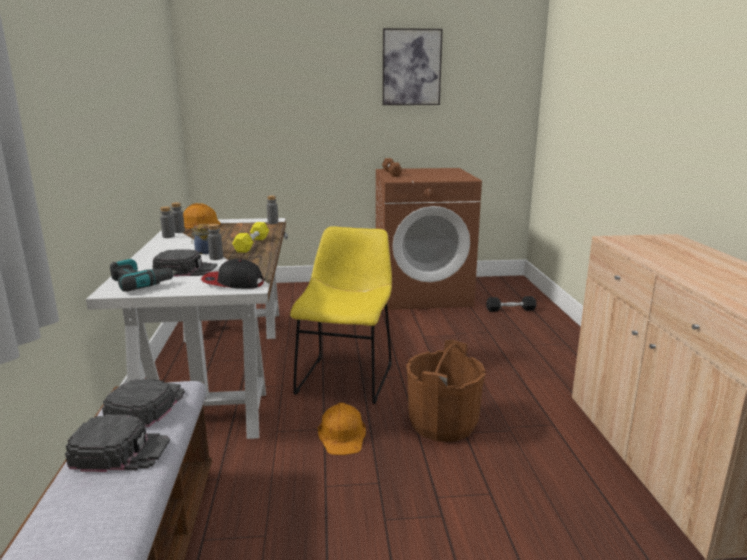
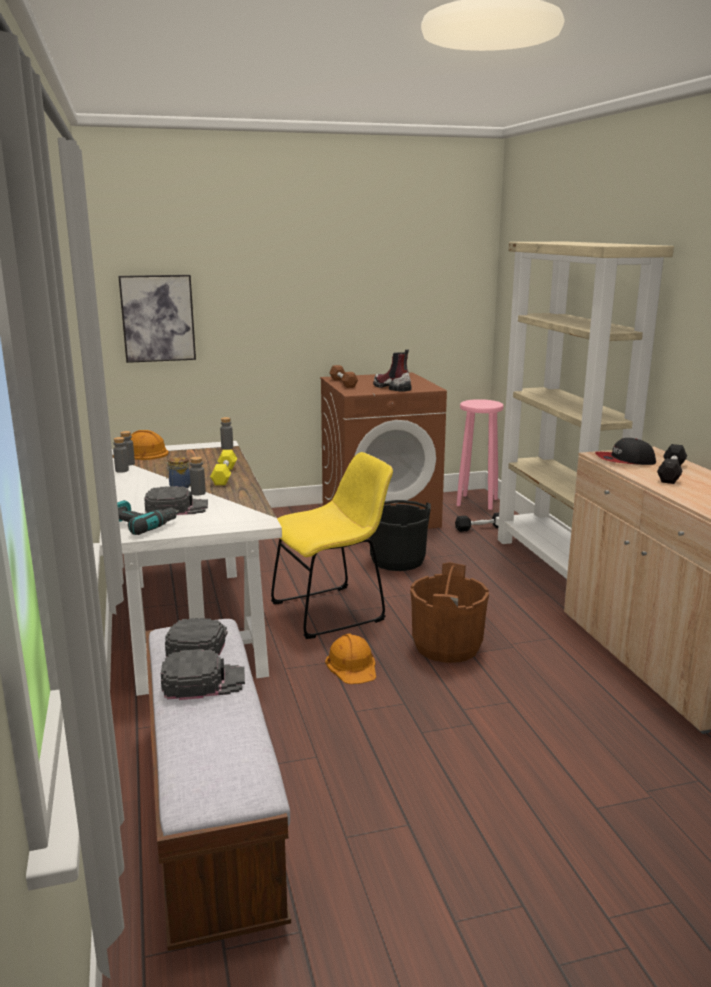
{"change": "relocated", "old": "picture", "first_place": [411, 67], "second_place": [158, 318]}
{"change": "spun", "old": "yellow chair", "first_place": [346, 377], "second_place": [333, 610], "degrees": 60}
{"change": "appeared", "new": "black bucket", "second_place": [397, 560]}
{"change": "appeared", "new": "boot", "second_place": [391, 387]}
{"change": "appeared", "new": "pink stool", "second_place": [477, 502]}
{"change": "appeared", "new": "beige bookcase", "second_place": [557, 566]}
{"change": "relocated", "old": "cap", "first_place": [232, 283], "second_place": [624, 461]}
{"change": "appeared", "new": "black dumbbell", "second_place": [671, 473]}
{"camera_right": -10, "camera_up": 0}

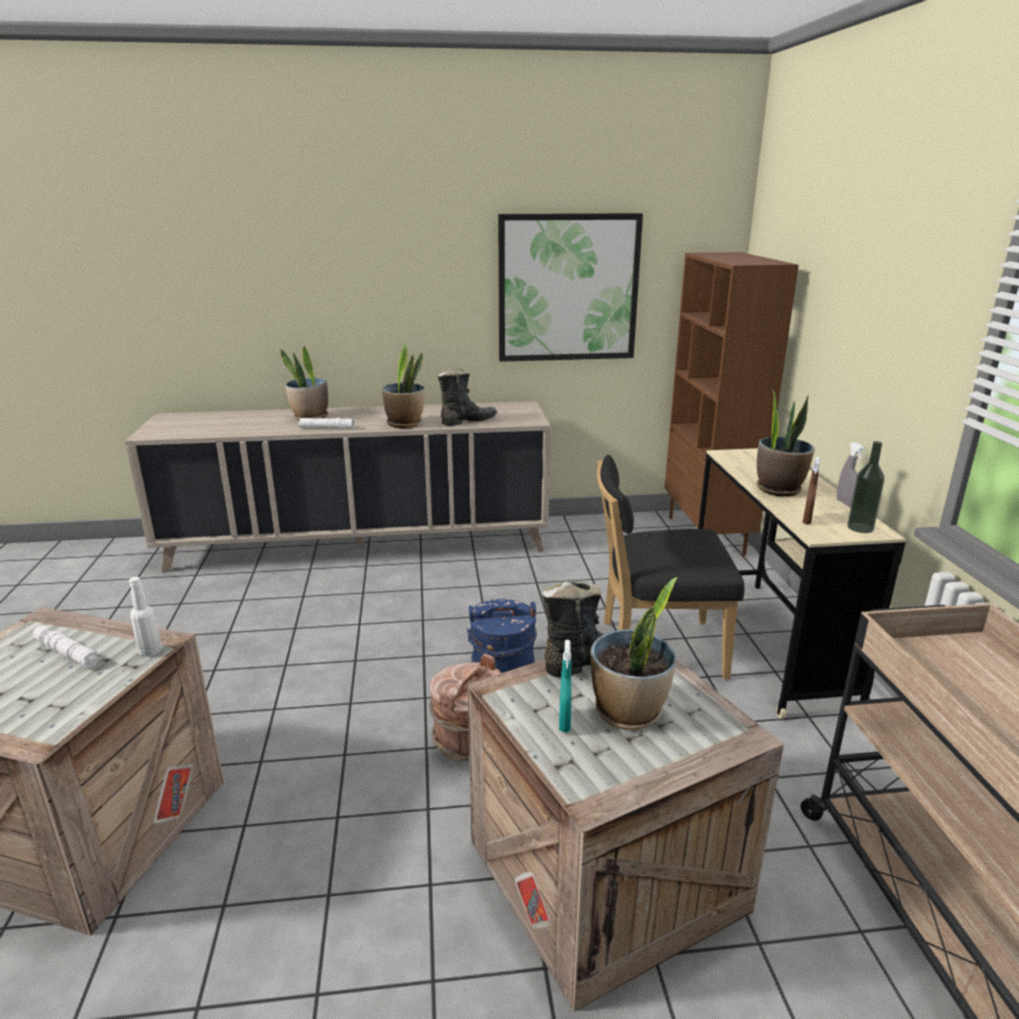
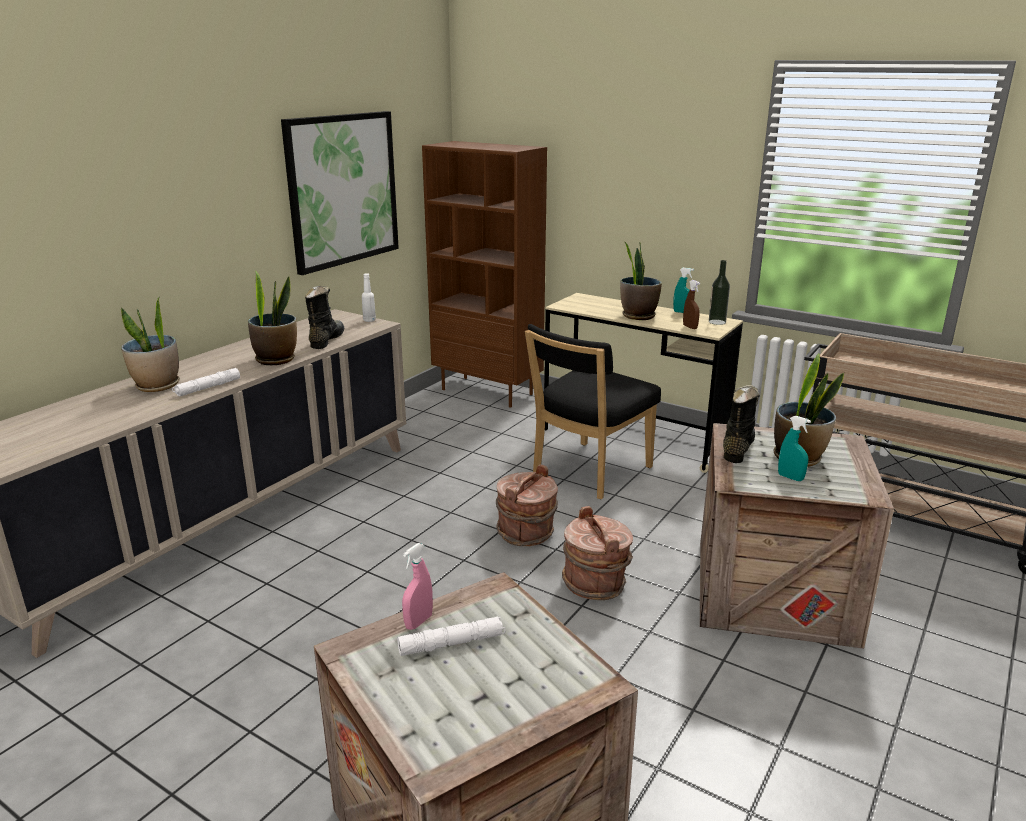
{"change": "relocated", "old": "white bottle", "first_place": [150, 651], "second_place": [369, 320]}
{"change": "appeared", "new": "pink spray bottle", "second_place": [418, 622]}
{"change": "colour", "old": "blue bucket", "new": "brown bucket", "first_place": [502, 665], "second_place": [526, 533]}
{"change": "colour", "old": "grey spray bottle", "new": "turquoise spray bottle", "first_place": [845, 503], "second_place": [682, 312]}
{"camera_right": -50, "camera_up": 0}

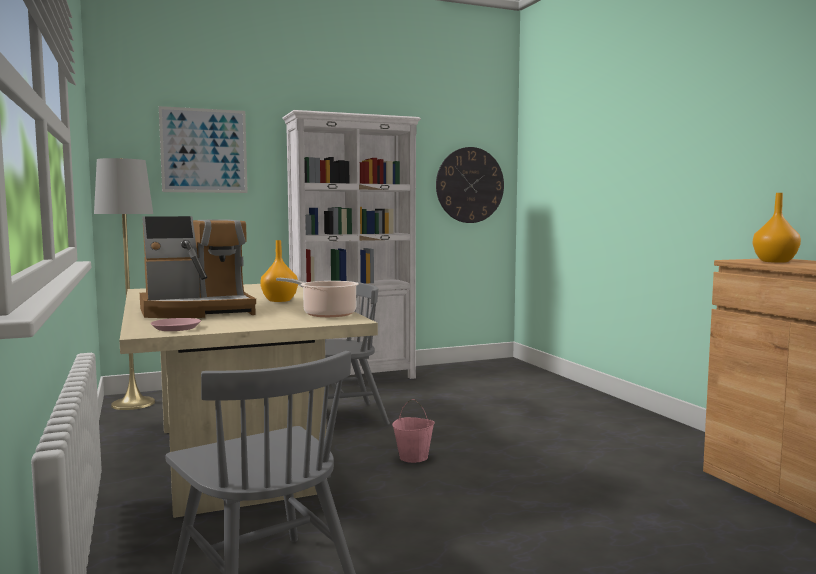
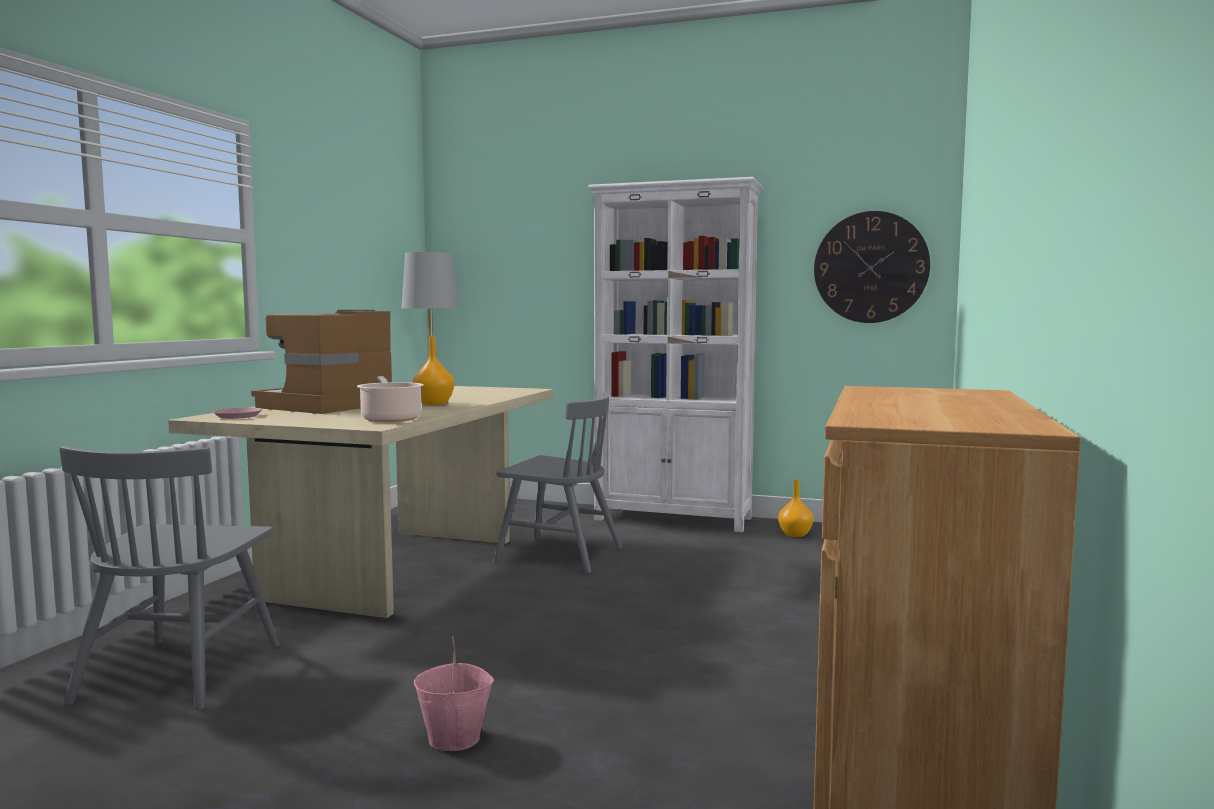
{"change": "spun", "old": "coffee machine", "first_place": [198, 311], "second_place": [327, 406], "degrees": 105}
{"change": "relocated", "old": "pink bucket", "first_place": [414, 457], "second_place": [455, 739]}
{"change": "relocated", "old": "orange vase", "first_place": [774, 261], "second_place": [795, 534]}
{"change": "missing", "old": "picture", "first_place": [204, 150]}
{"camera_right": 40, "camera_up": 0}

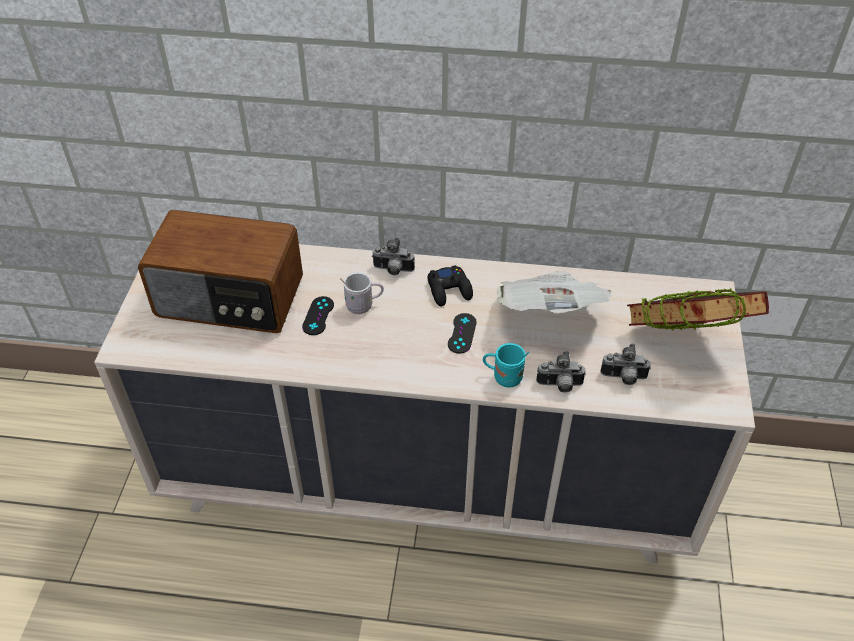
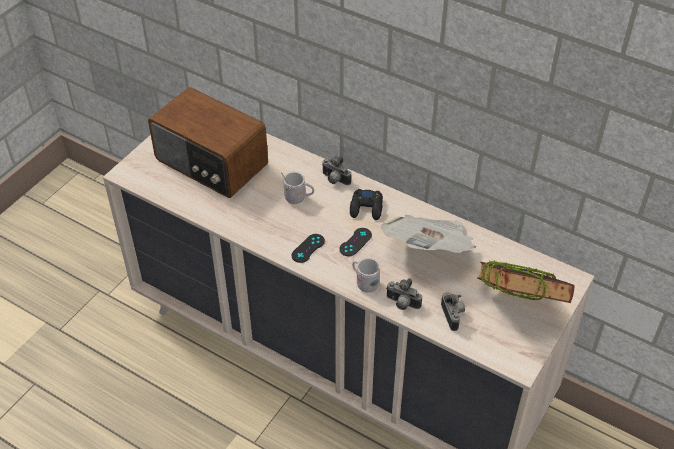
{"change": "relocated", "old": "black game controller", "first_place": [318, 316], "second_place": [308, 248]}
{"change": "colour", "old": "turquoise mug", "new": "white mug", "first_place": [503, 377], "second_place": [365, 283]}
{"change": "spun", "old": "photo camera", "first_place": [623, 378], "second_place": [453, 316], "degrees": -135}
{"camera_right": 25, "camera_up": 0}

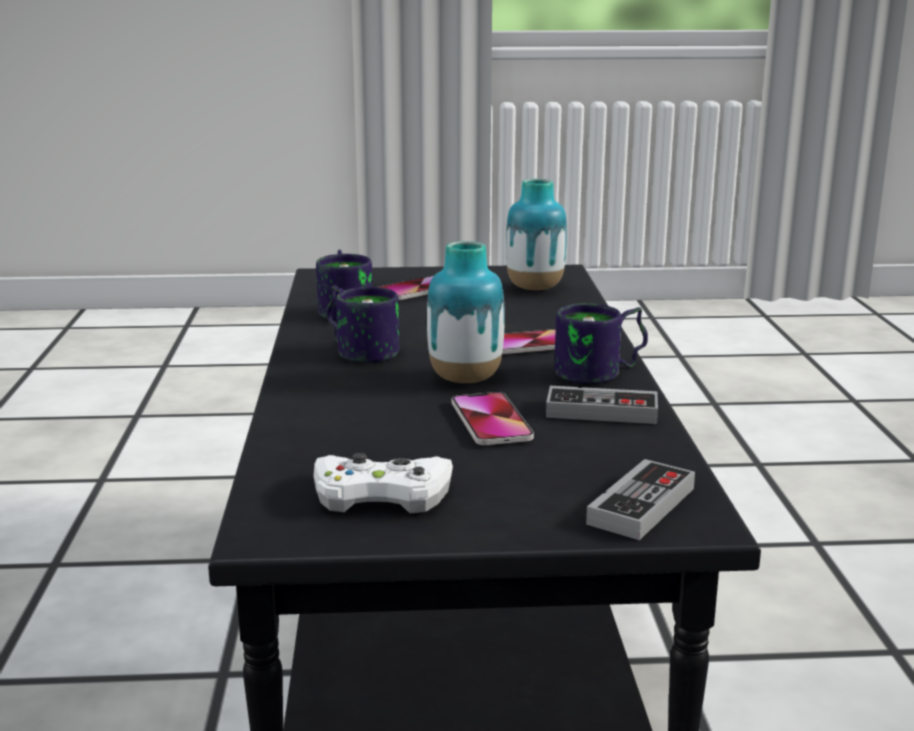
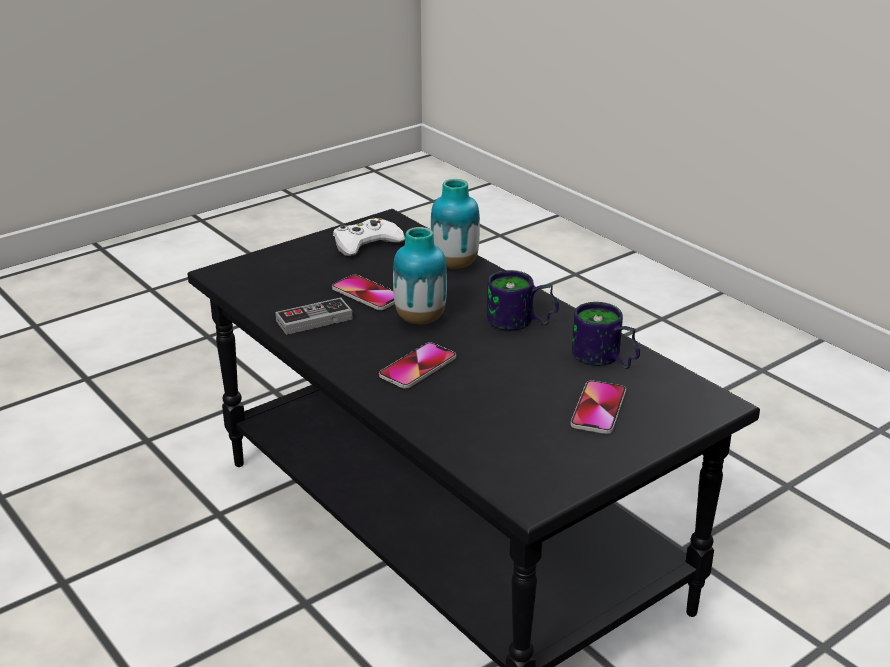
{"change": "relocated", "old": "vase", "first_place": [535, 288], "second_place": [454, 265]}
{"change": "missing", "old": "mug", "first_place": [603, 373]}
{"change": "missing", "old": "game controller", "first_place": [641, 506]}
{"camera_right": 145, "camera_up": 10}

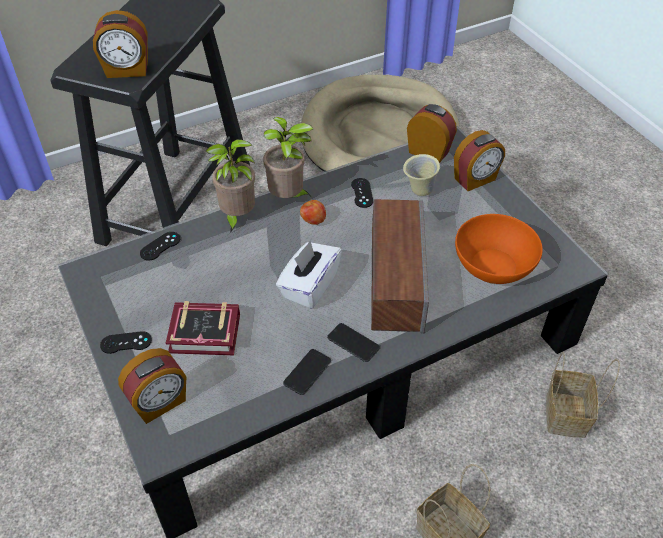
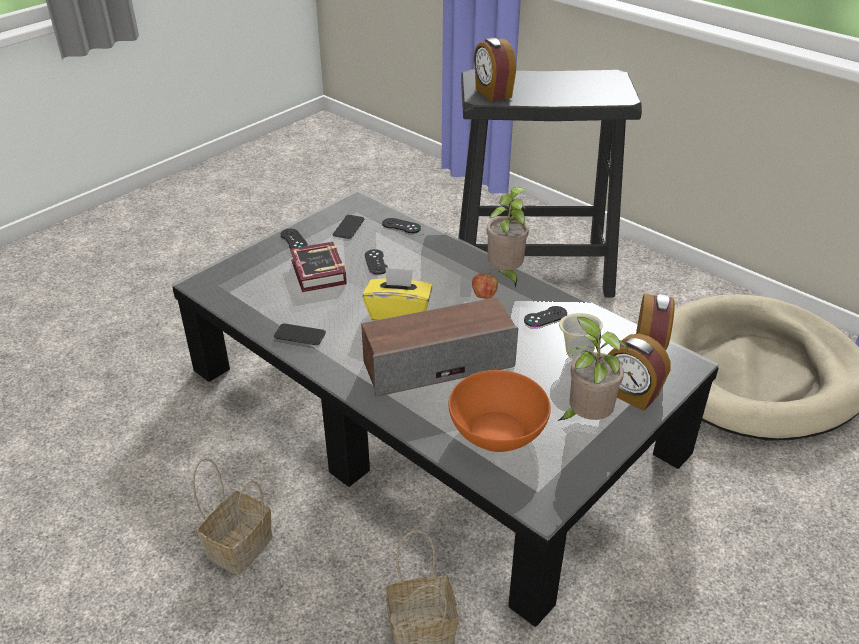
{"change": "relocated", "old": "phone", "first_place": [353, 343], "second_place": [348, 227]}
{"change": "colour", "old": "white tissue box", "new": "yellow tissue box", "first_place": [309, 286], "second_place": [399, 313]}
{"change": "appeared", "new": "black game controller", "second_place": [376, 262]}
{"change": "relocated", "old": "potted plant", "first_place": [237, 217], "second_place": [585, 418]}
{"change": "missing", "old": "alarm clock", "first_place": [159, 403]}
{"camera_right": 70, "camera_up": -10}

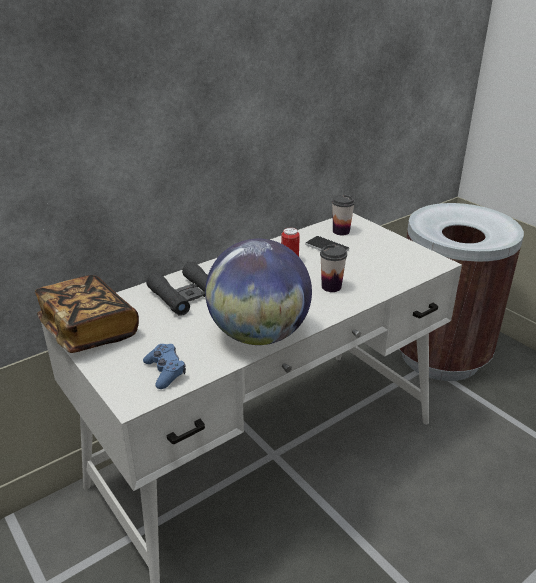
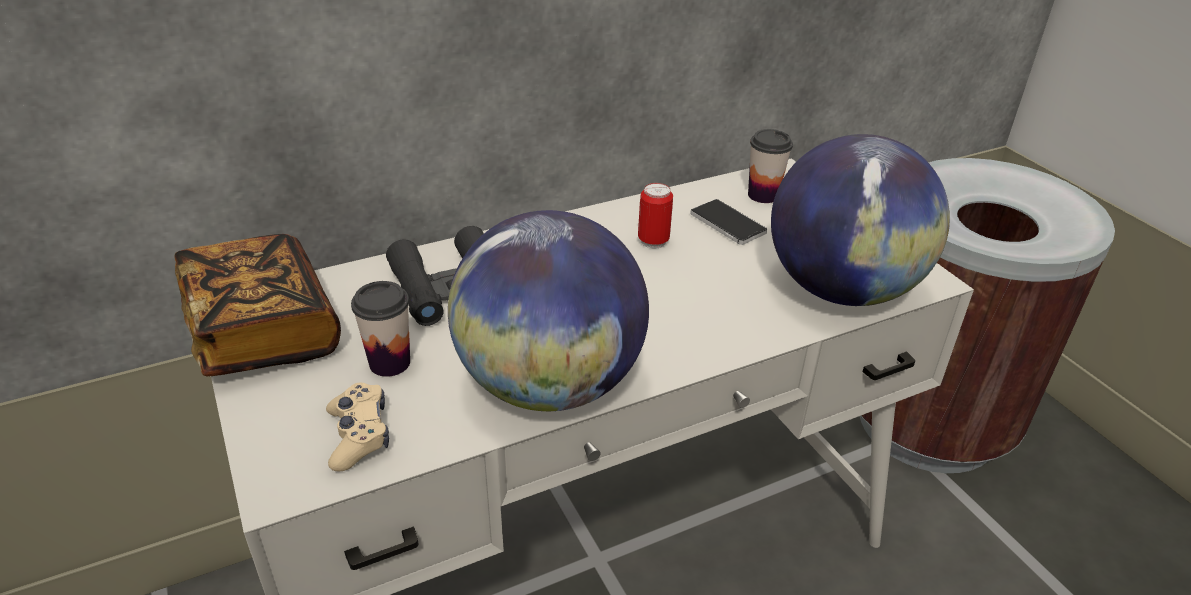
{"change": "colour", "old": "blue game controller", "new": "beige game controller", "first_place": [165, 371], "second_place": [359, 435]}
{"change": "relocated", "old": "cup", "first_place": [331, 287], "second_place": [389, 363]}
{"change": "appeared", "new": "globe", "second_place": [841, 289]}
{"camera_right": 10, "camera_up": 5}

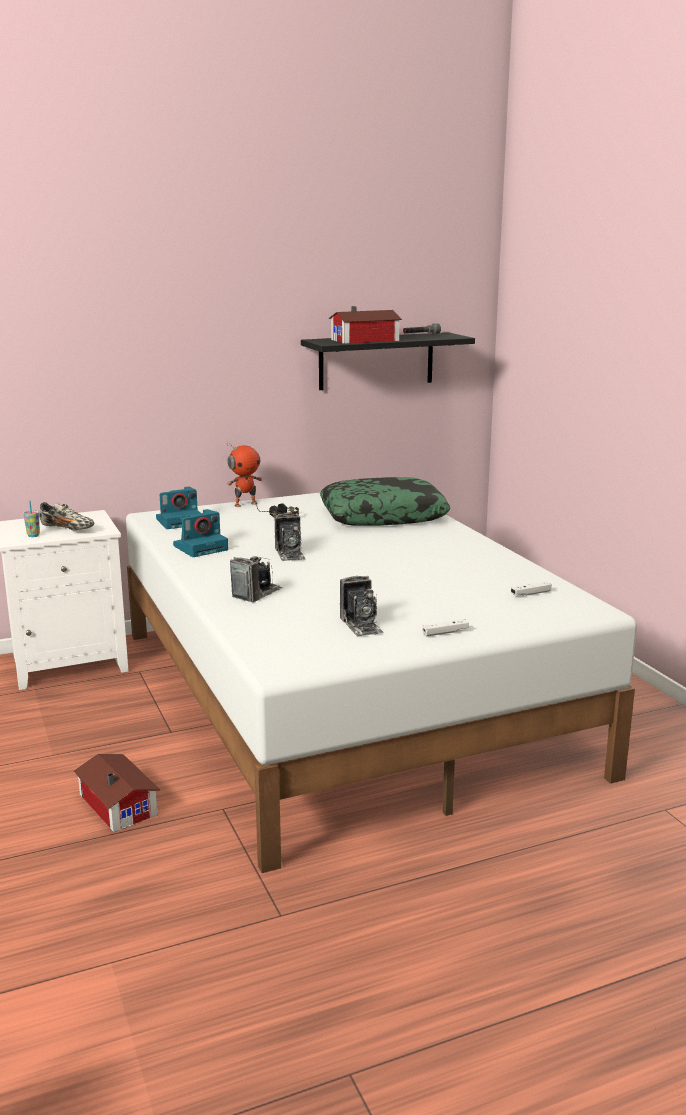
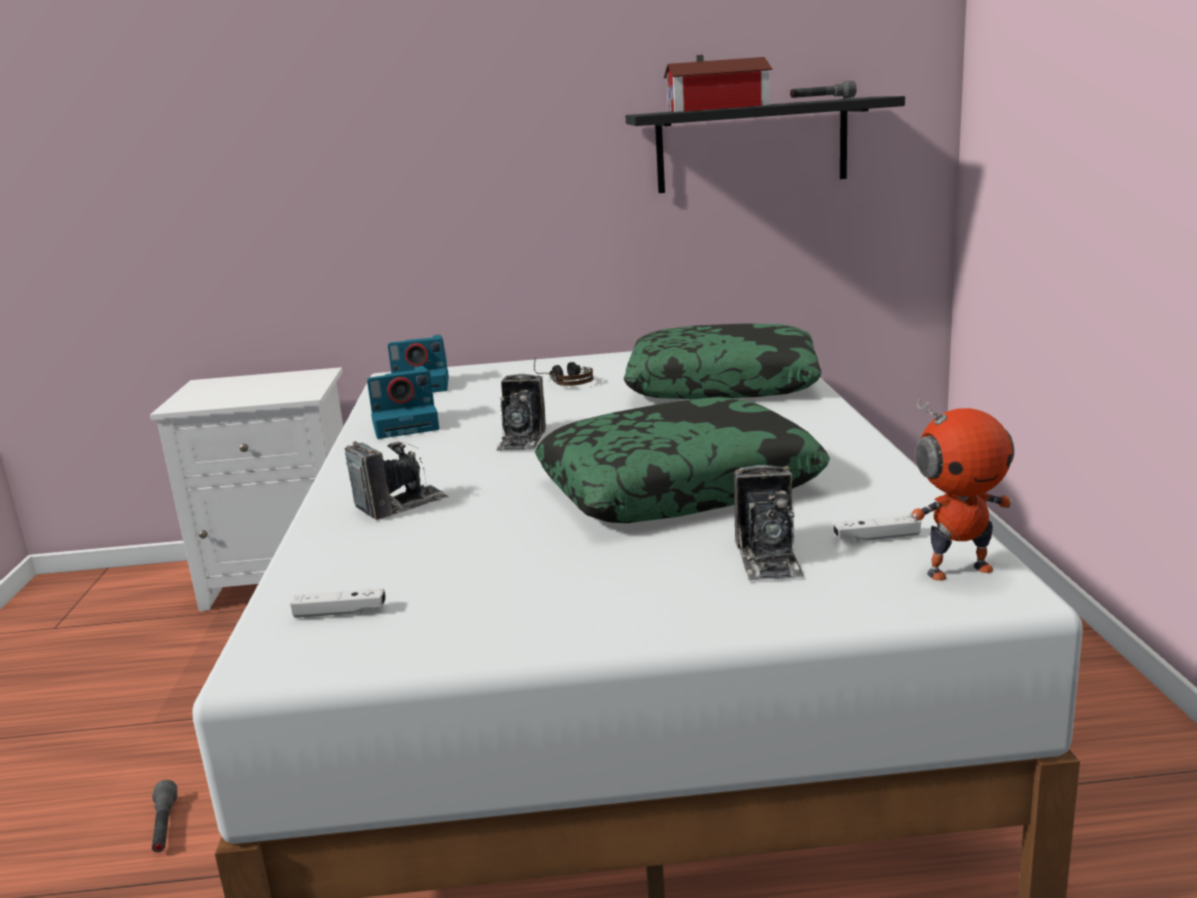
{"change": "exchanged", "old": "toy house", "new": "grey flashlight", "first_place": [119, 803], "second_place": [164, 826]}
{"change": "relocated", "old": "white game controller", "first_place": [445, 632], "second_place": [340, 612]}
{"change": "appeared", "new": "pillow", "second_place": [678, 486]}
{"change": "relocated", "old": "photo camera", "first_place": [361, 625], "second_place": [768, 558]}
{"change": "relocated", "old": "toy robot", "first_place": [245, 504], "second_place": [958, 570]}
{"change": "missing", "old": "cup", "first_place": [33, 535]}
{"change": "missing", "old": "shoe", "first_place": [68, 529]}
{"camera_right": 20, "camera_up": 0}

